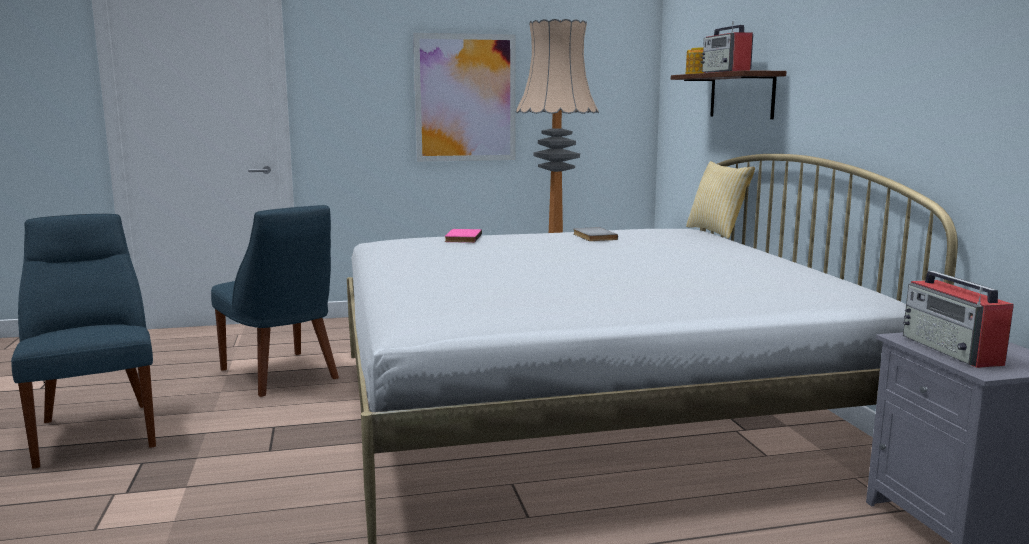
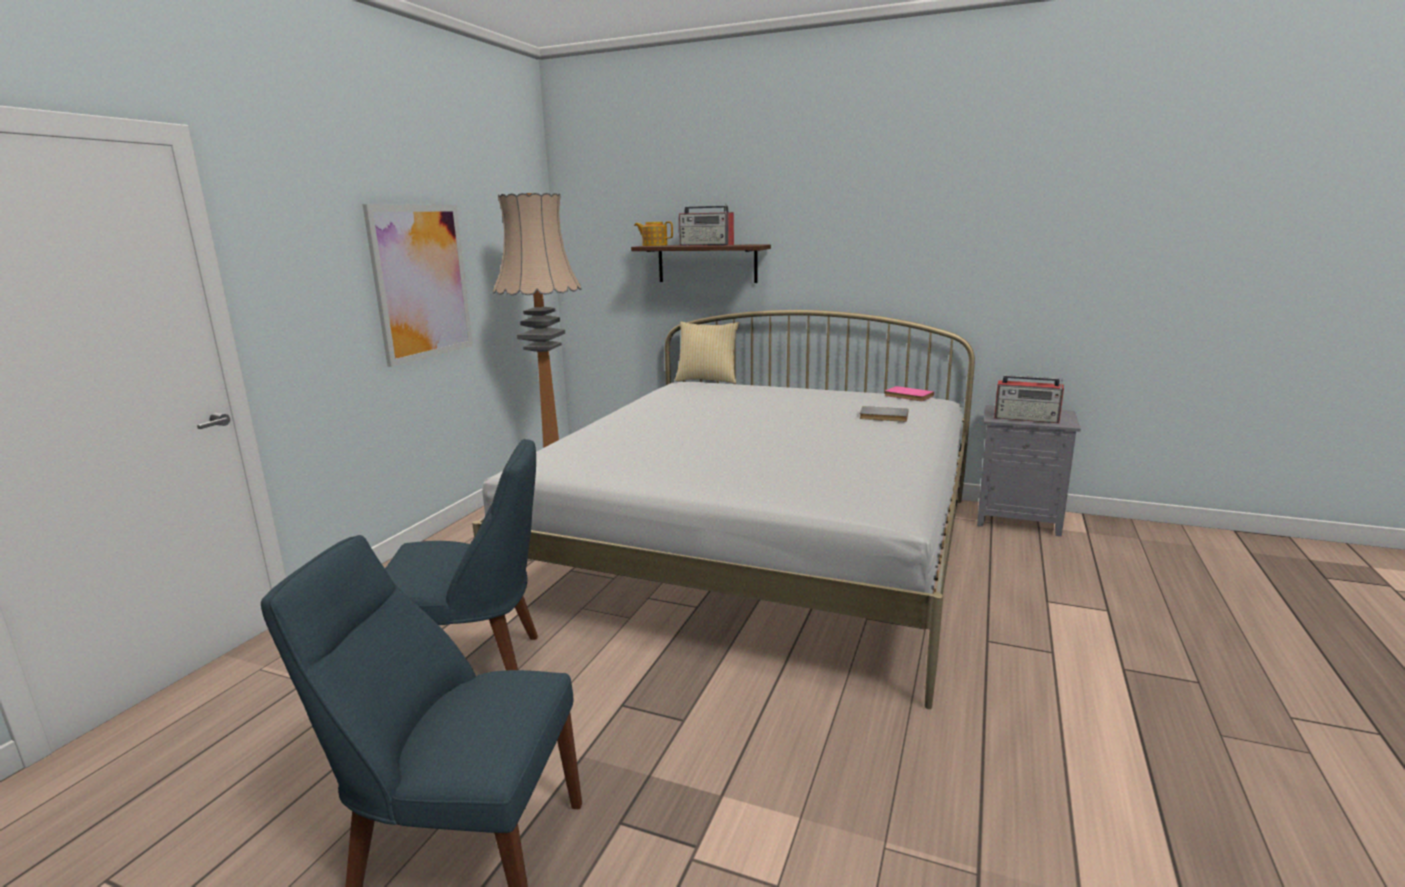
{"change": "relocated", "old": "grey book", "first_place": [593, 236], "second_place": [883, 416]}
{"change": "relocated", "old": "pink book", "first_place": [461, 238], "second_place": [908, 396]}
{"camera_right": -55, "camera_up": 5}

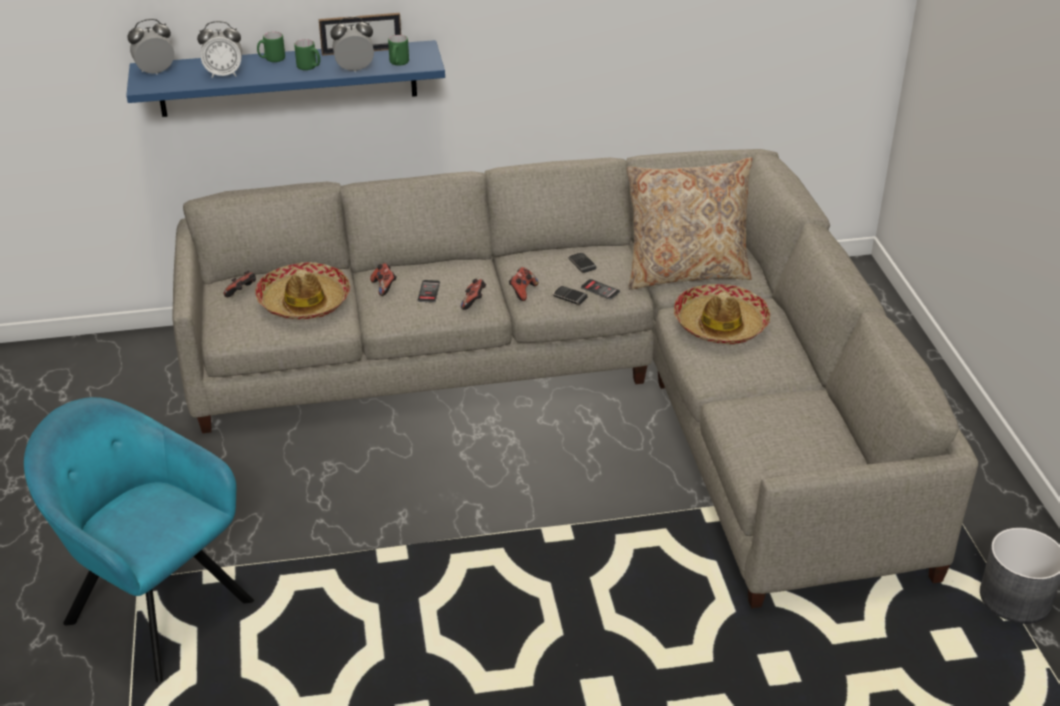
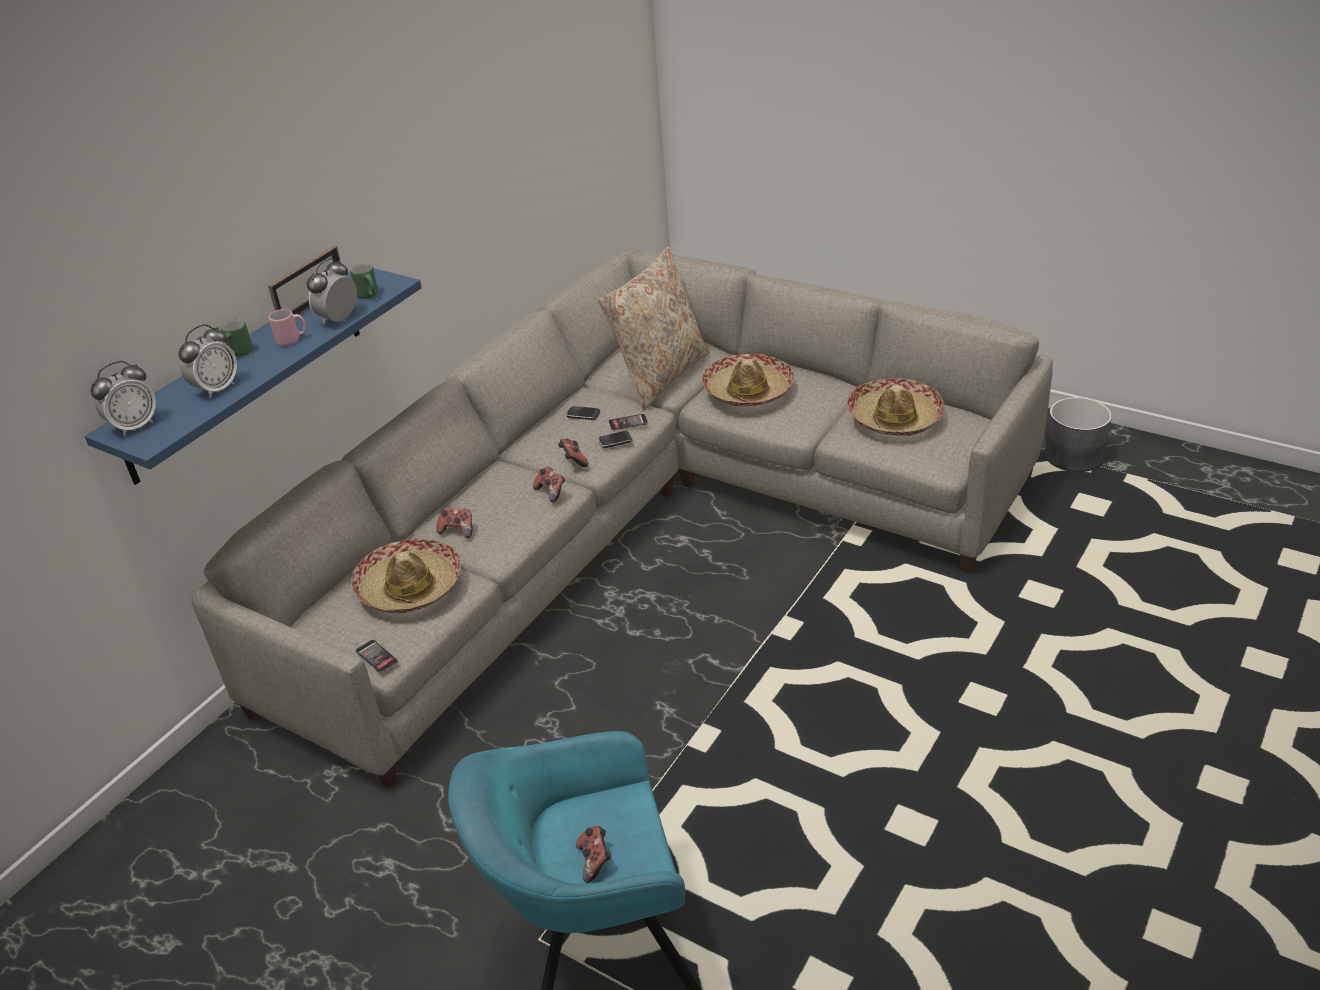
{"change": "spun", "old": "alarm clock", "first_place": [155, 72], "second_place": [134, 426], "degrees": -150}
{"change": "colour", "old": "green mug", "new": "pink mug", "first_place": [309, 67], "second_place": [292, 340]}
{"change": "relocated", "old": "phone", "first_place": [429, 291], "second_place": [376, 656]}
{"change": "relocated", "old": "game controller", "first_place": [242, 293], "second_place": [595, 861]}
{"change": "appeared", "new": "hat", "second_place": [894, 417]}
{"camera_right": -45, "camera_up": 0}

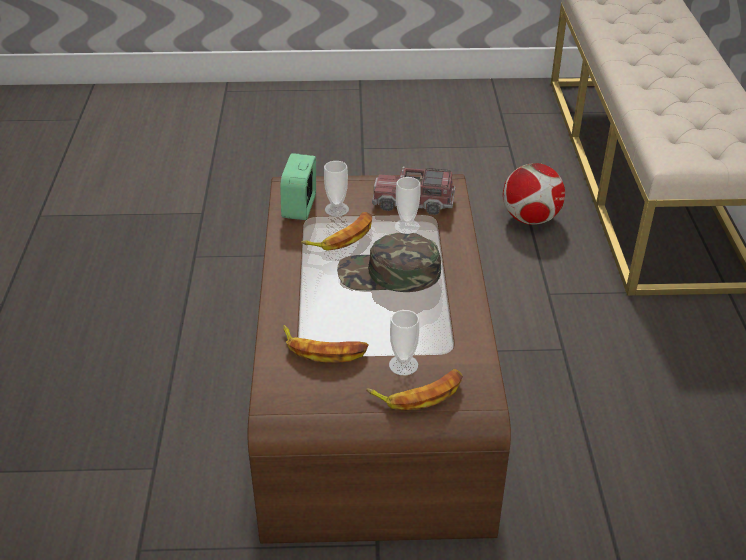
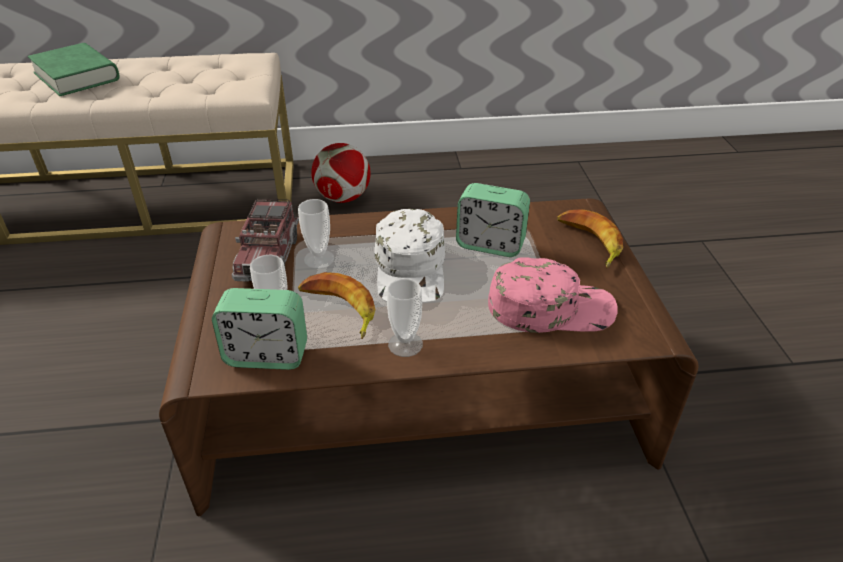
{"change": "appeared", "new": "green book", "second_place": [77, 76]}
{"change": "relocated", "old": "football", "first_place": [530, 219], "second_place": [343, 198]}
{"change": "colour", "old": "green cap", "new": "white cap", "first_place": [389, 274], "second_place": [411, 268]}
{"change": "relocated", "old": "cup", "first_place": [403, 365], "second_place": [405, 344]}
{"change": "appeared", "new": "alarm clock", "second_place": [490, 244]}
{"change": "exchanged", "old": "banana", "new": "pink cap", "first_place": [324, 349], "second_place": [551, 307]}
{"camera_right": -95, "camera_up": 0}

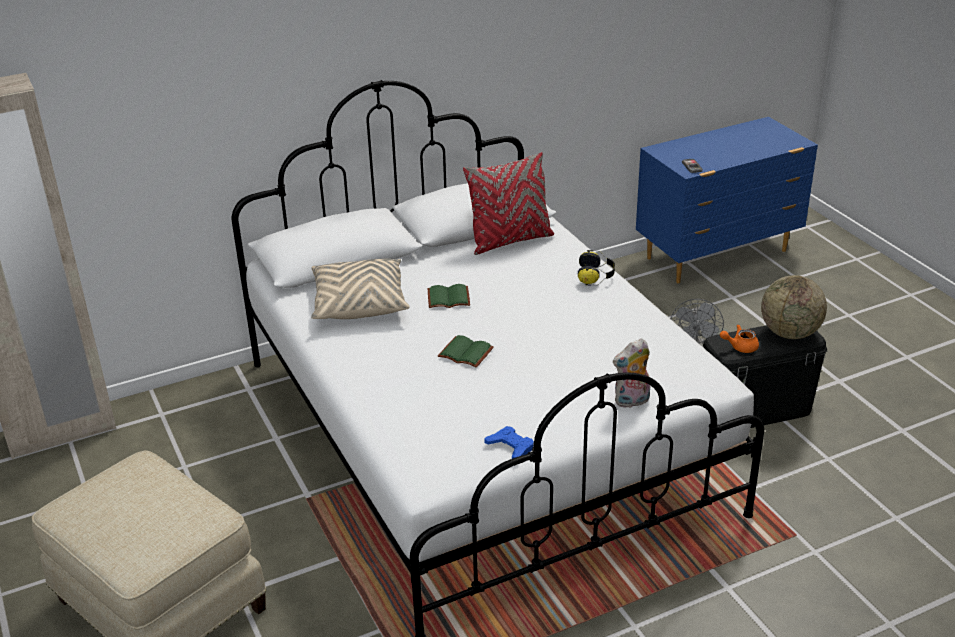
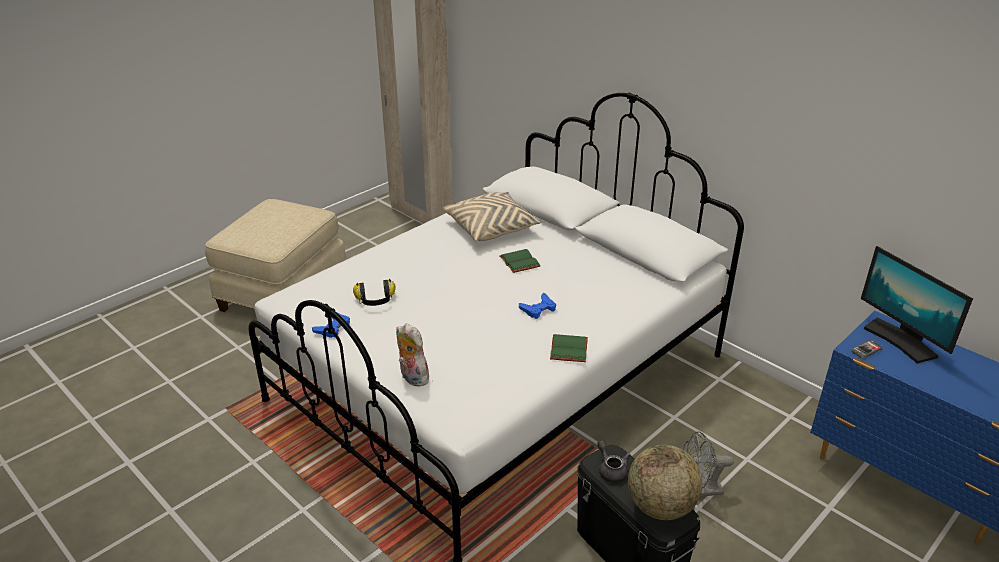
{"change": "relocated", "old": "headphones", "first_place": [596, 276], "second_place": [375, 301]}
{"change": "appeared", "new": "blue game controller", "second_place": [538, 309]}
{"change": "relocated", "old": "green book", "first_place": [464, 353], "second_place": [567, 348]}
{"change": "colour", "old": "orange teapot", "new": "grey teapot", "first_place": [740, 347], "second_place": [611, 470]}
{"change": "appeared", "new": "monitor", "second_place": [900, 340]}
{"change": "missing", "old": "red pillow", "first_place": [510, 241]}
{"camera_right": 70, "camera_up": 0}

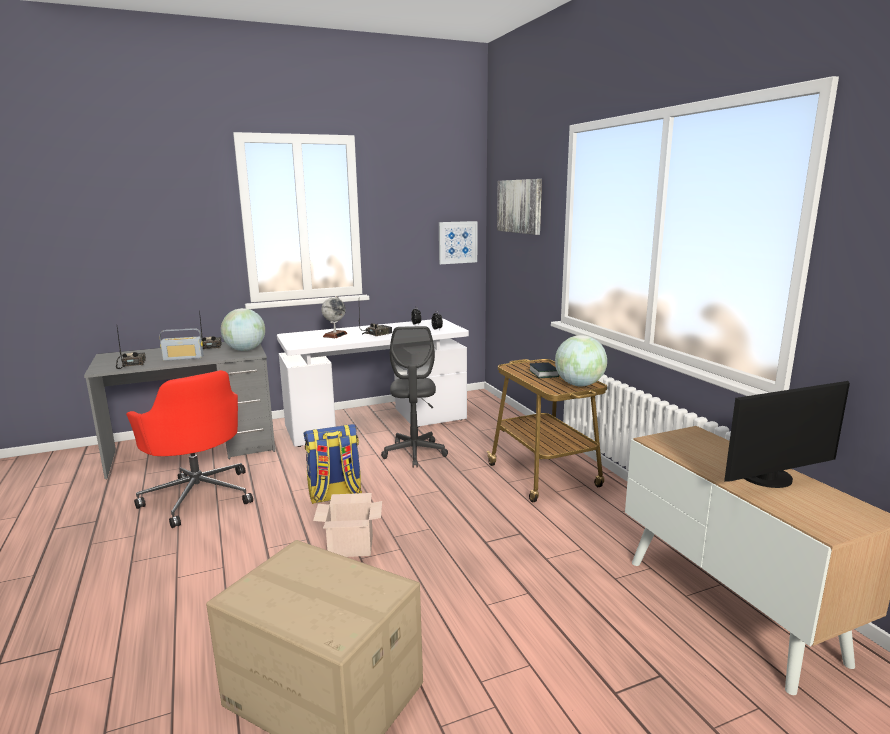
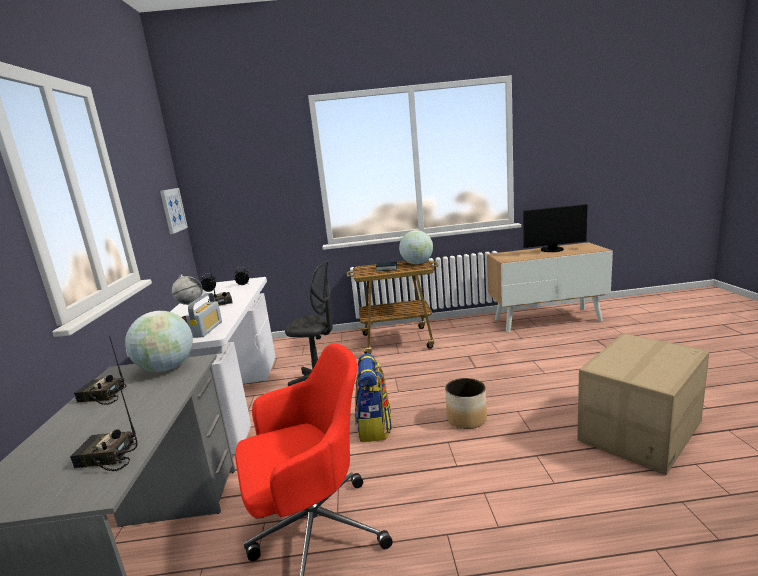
{"change": "relocated", "old": "radio", "first_place": [183, 358], "second_place": [207, 329]}
{"change": "exchanged", "old": "cardboard box", "new": "planter", "first_place": [352, 546], "second_place": [466, 419]}
{"change": "spun", "old": "monitor", "first_place": [770, 479], "second_place": [553, 250], "degrees": 90}
{"change": "missing", "old": "picture", "first_place": [520, 206]}
{"camera_right": -70, "camera_up": 0}

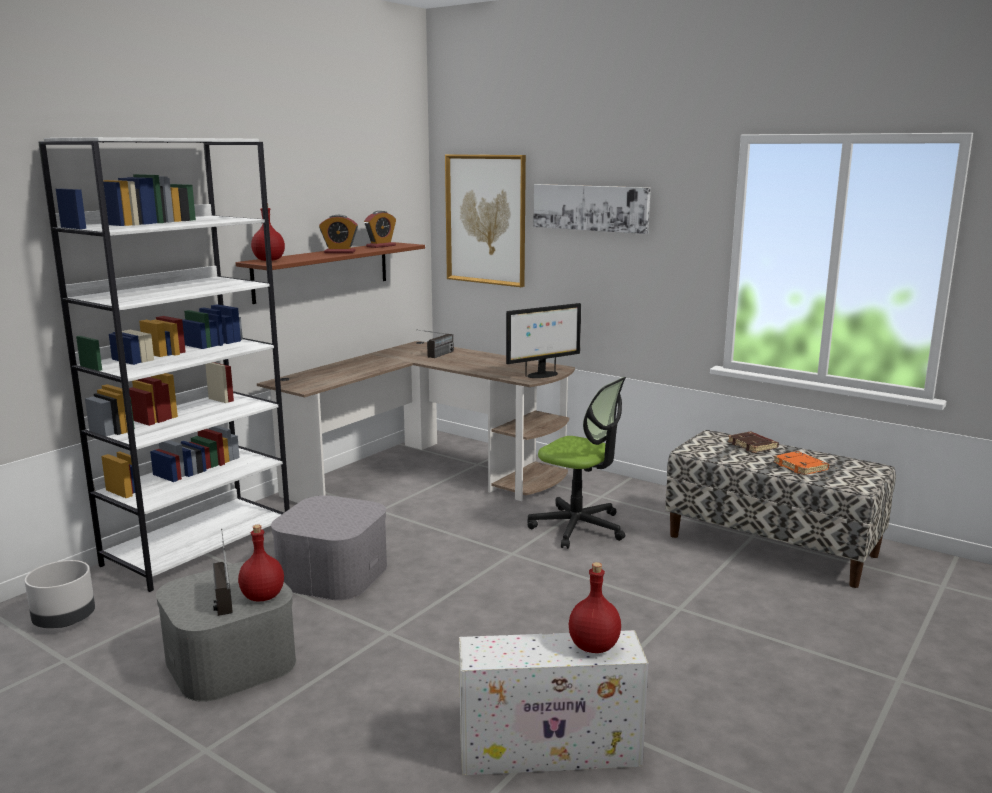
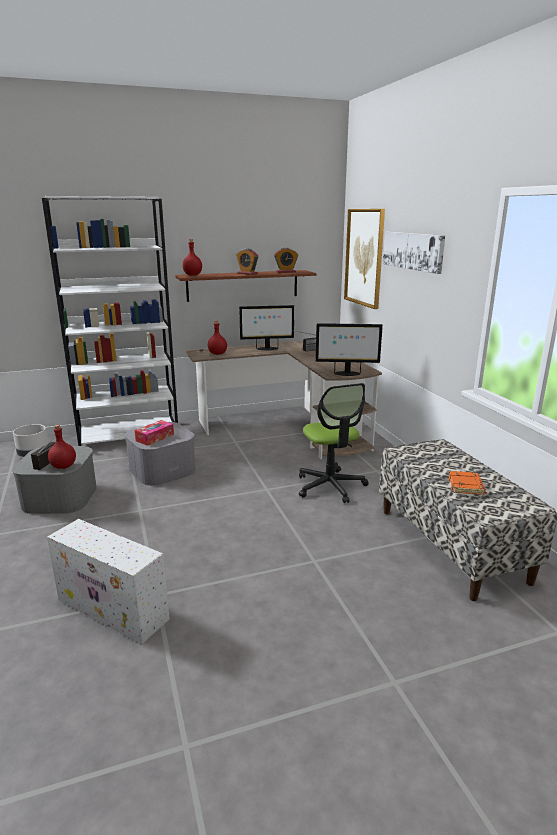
{"change": "appeared", "new": "tissue box", "second_place": [155, 437]}
{"change": "relocated", "old": "red bottle", "first_place": [594, 646], "second_place": [218, 354]}
{"change": "appeared", "new": "monitor", "second_place": [267, 349]}
{"change": "missing", "old": "brown book", "first_place": [753, 446]}
{"camera_right": 35, "camera_up": 5}

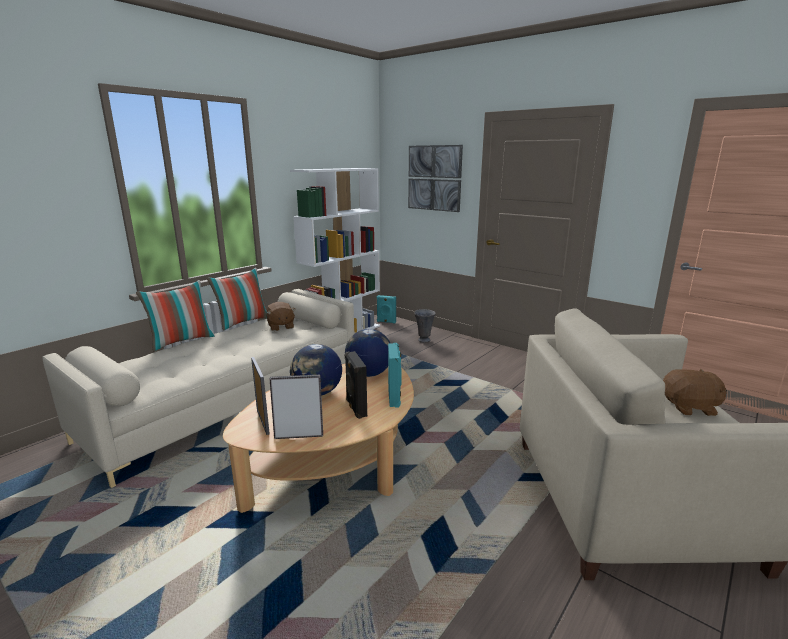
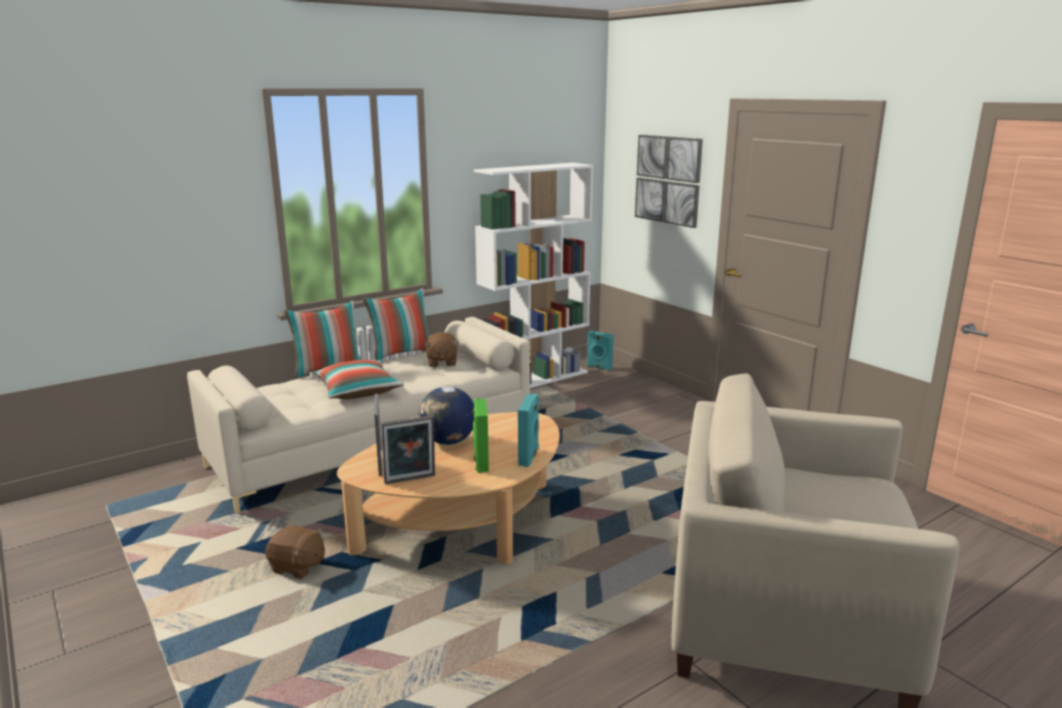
{"change": "relocated", "old": "brown plush toy", "first_place": [690, 407], "second_place": [297, 567]}
{"change": "appeared", "new": "pillow", "second_place": [358, 391]}
{"change": "spun", "old": "picture frame", "first_place": [299, 435], "second_place": [410, 480], "degrees": 150}
{"change": "colour", "old": "black speaker", "new": "green speaker", "first_place": [355, 408], "second_place": [480, 462]}
{"change": "missing", "old": "globe", "first_place": [368, 374]}
{"change": "missing", "old": "grey vase", "first_place": [424, 340]}
{"camera_right": 15, "camera_up": 0}

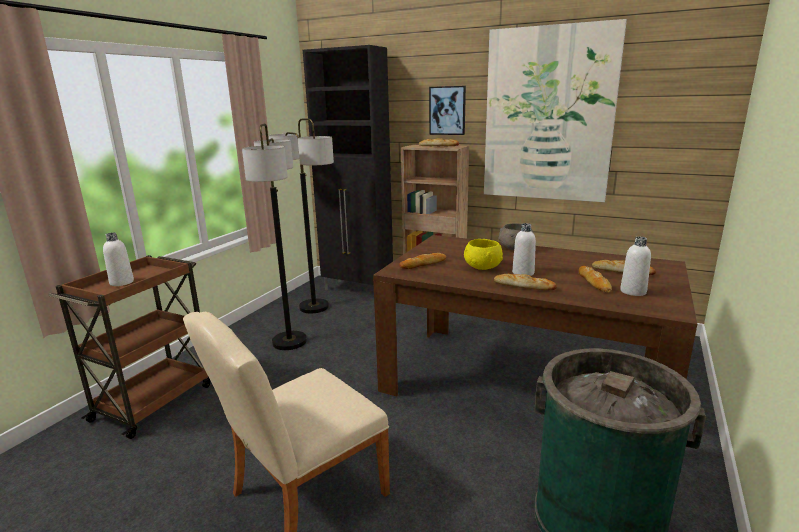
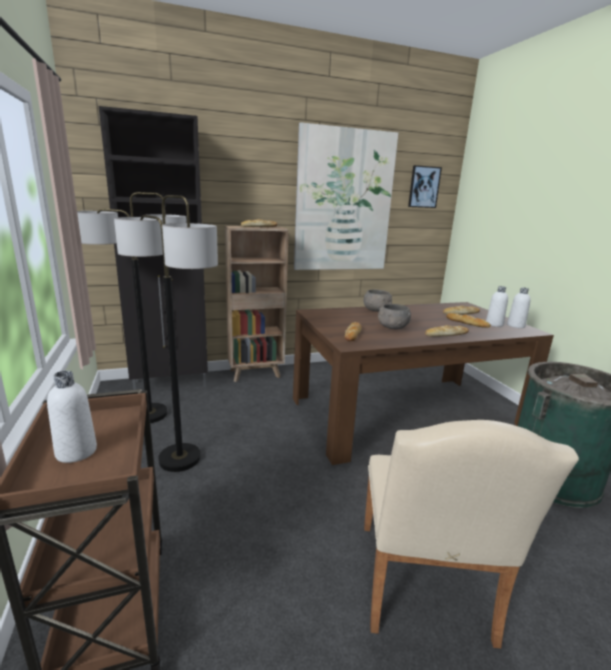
{"change": "colour", "old": "yellow bowl", "new": "grey bowl", "first_place": [482, 267], "second_place": [392, 327]}
{"change": "relocated", "old": "picture", "first_place": [447, 110], "second_place": [424, 187]}
{"change": "relocated", "old": "white bottle", "first_place": [523, 273], "second_place": [516, 326]}
{"camera_right": -45, "camera_up": 0}

